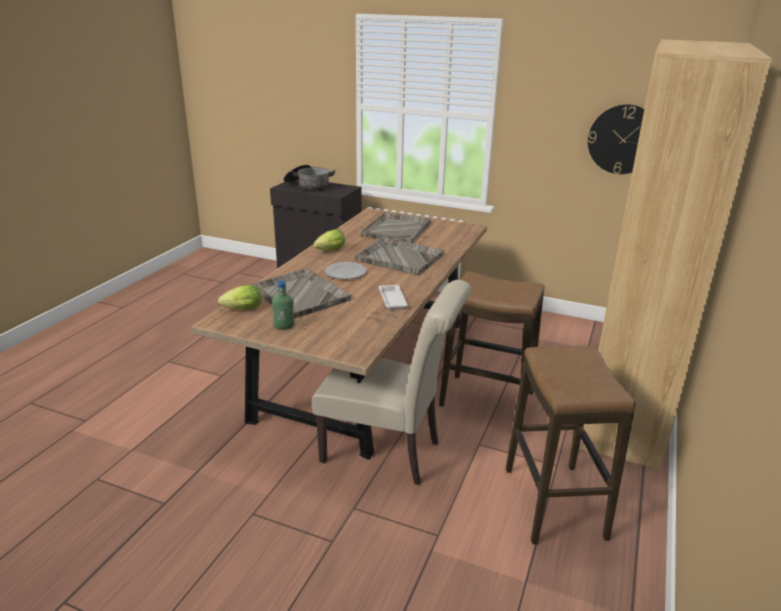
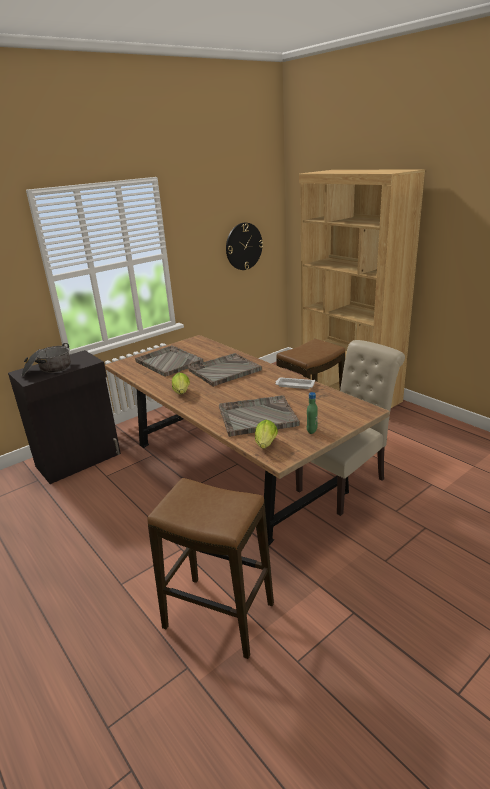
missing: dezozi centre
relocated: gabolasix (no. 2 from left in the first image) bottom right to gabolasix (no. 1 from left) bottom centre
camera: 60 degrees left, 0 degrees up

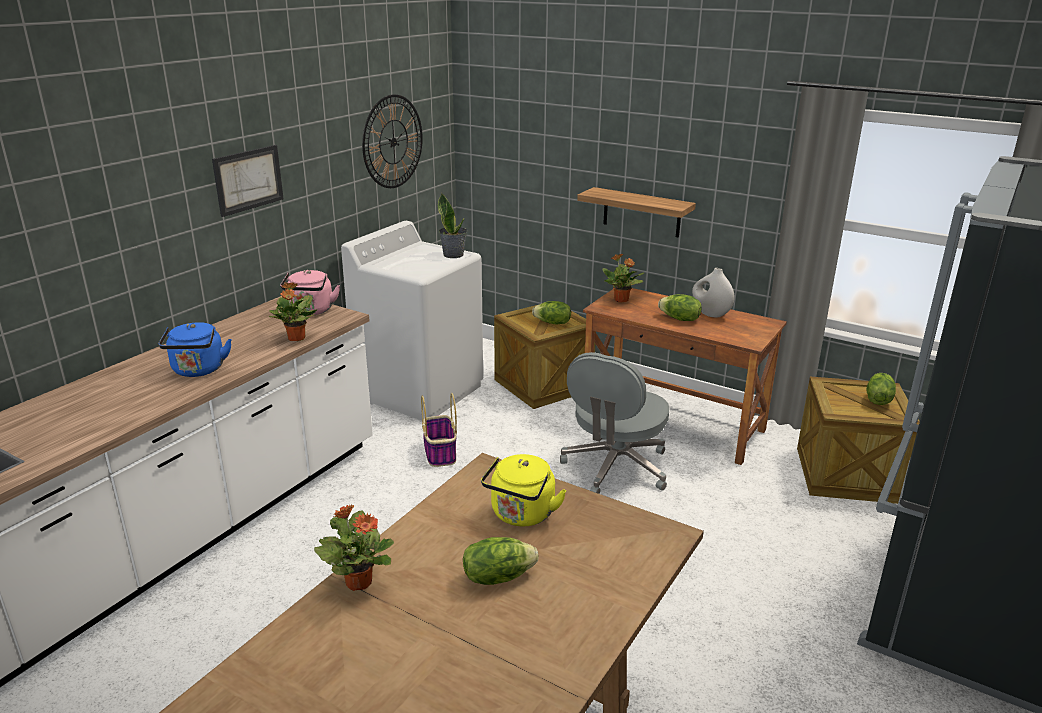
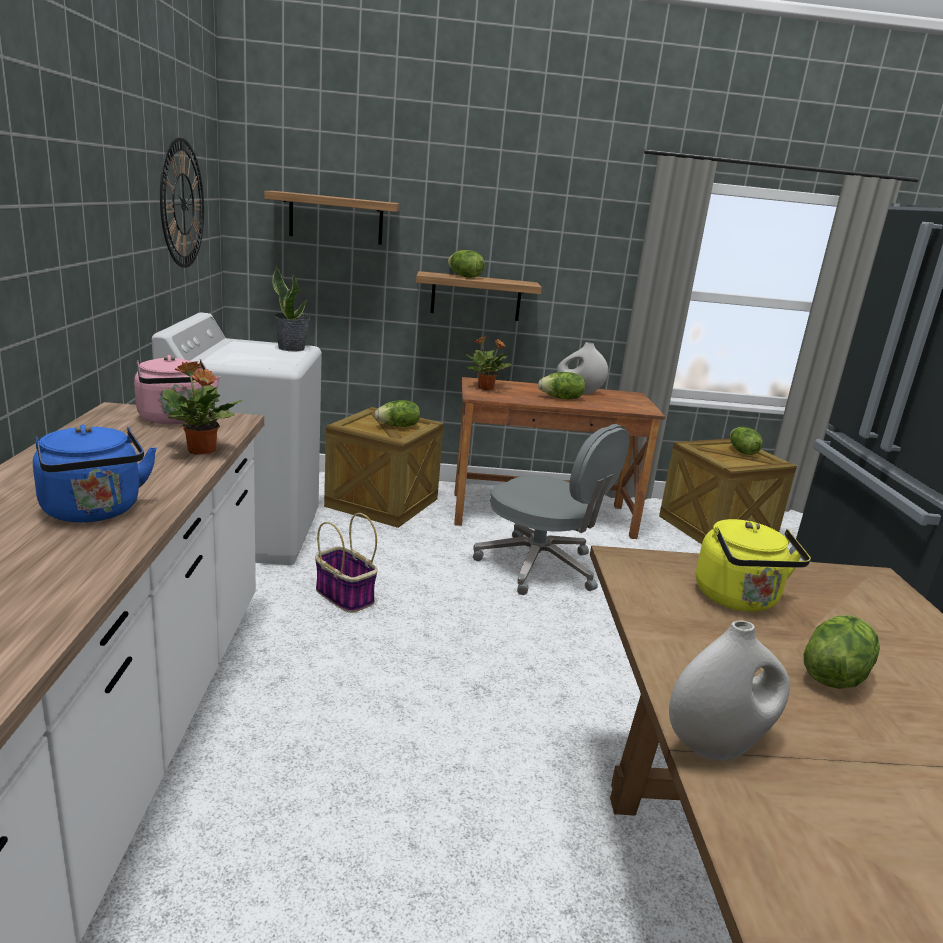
missing: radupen top left
appeared: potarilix (no. 1 from left) top centre; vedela (no. 2 from left) top centre
exchanged: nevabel (no. 2 from left) bottom centre to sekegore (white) (no. 2 from left) bottom right
spun: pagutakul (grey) centre = centre 45 degrees counterclockwise
camera: 35 degrees left, 5 degrees down

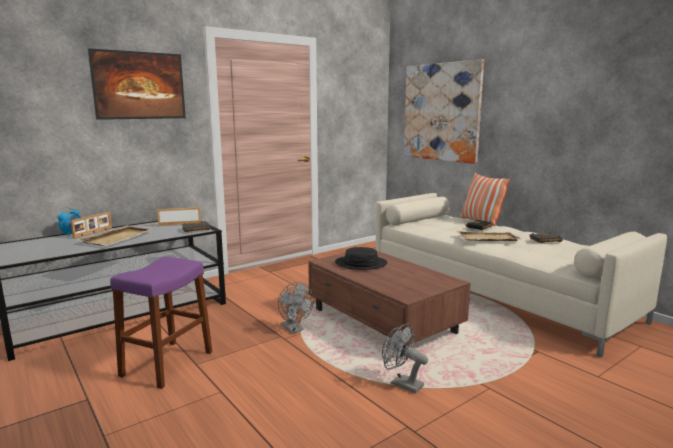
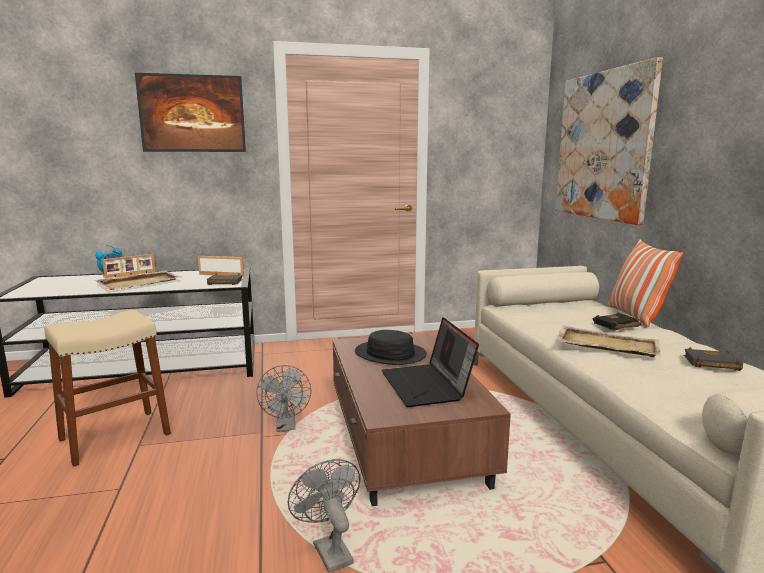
appeared: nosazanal centre
colour: gabolasix (purple) bottom left to gabolasix (beige) bottom left
camera: 25 degrees right, 0 degrees up

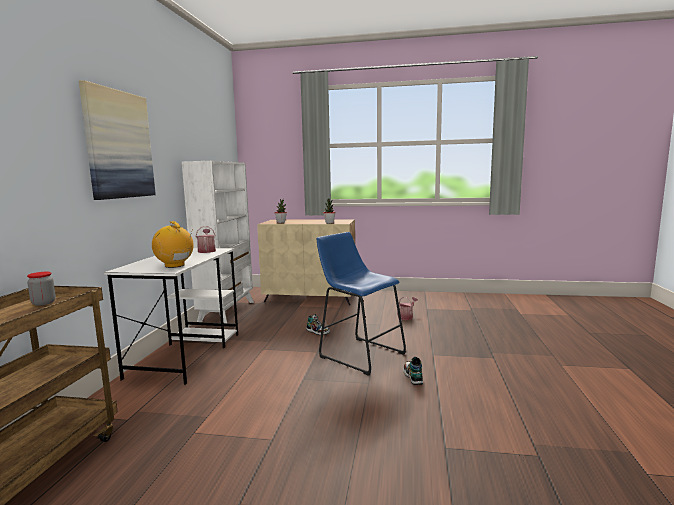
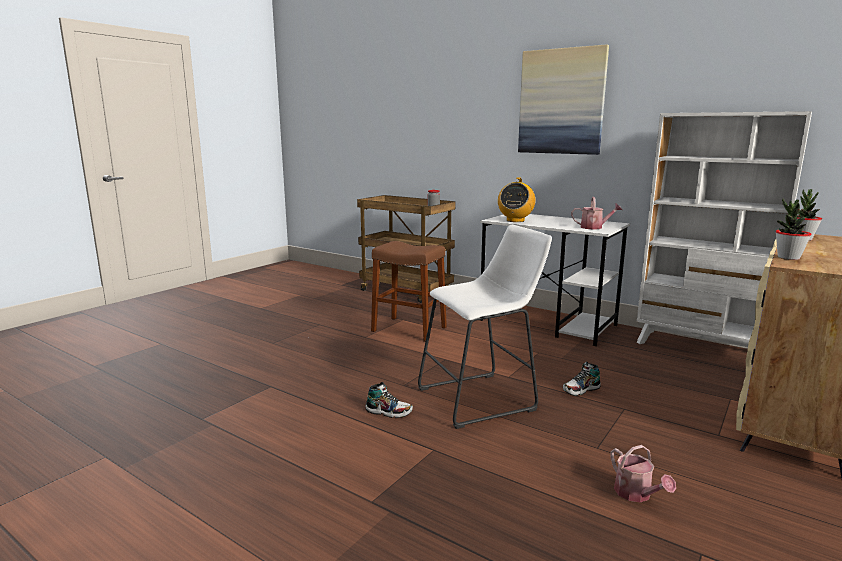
appeared: gabolasix (brown) centre
colour: gabolasix (blue) centre to gabolasix (white) centre
spun: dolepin middle left = centre 135 degrees clockwise
camera: 115 degrees right, 5 degrees up

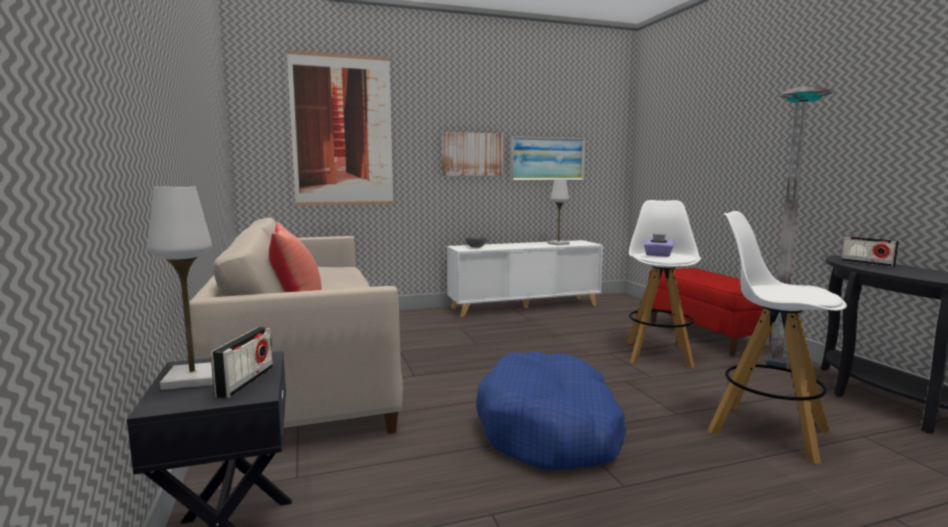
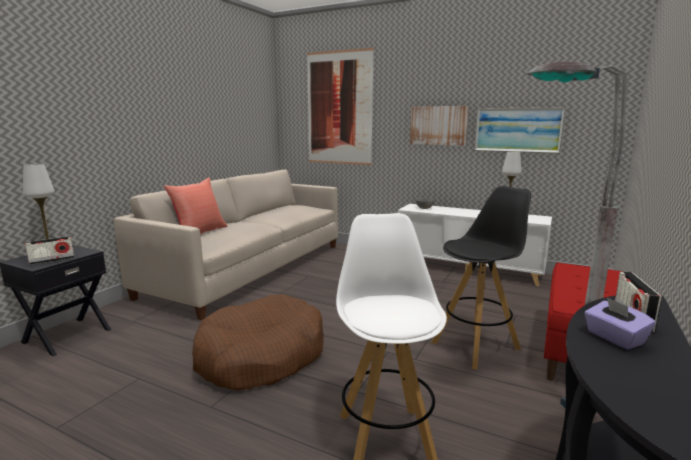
relocated: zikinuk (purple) middle right to bottom right
colour: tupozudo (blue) bottom centre to tupozudo (brown) bottom centre; gabolasix (white) (no. 1 from left) middle right to gabolasix (black) middle right
camera: 45 degrees right, 5 degrees up

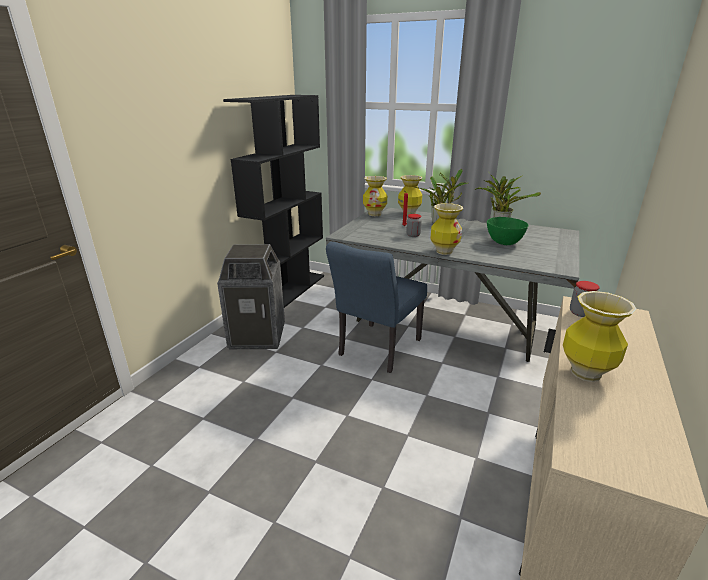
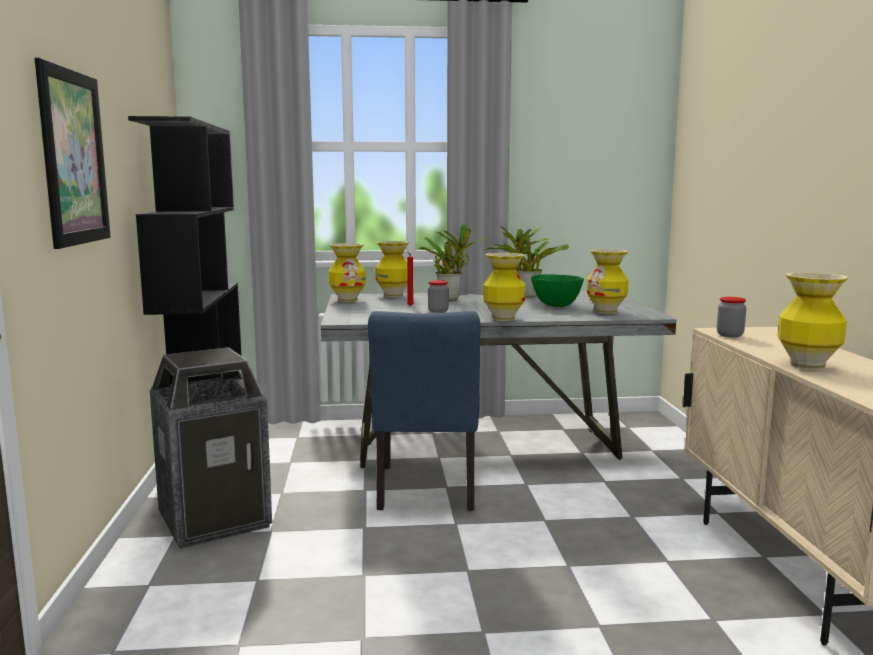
appeared: radupen top left; sekegore (no. 4 from left) middle right
camera: 30 degrees left, 15 degrees down

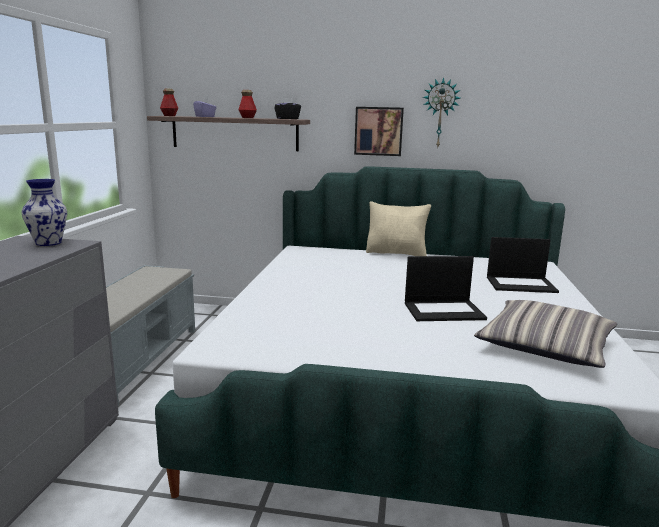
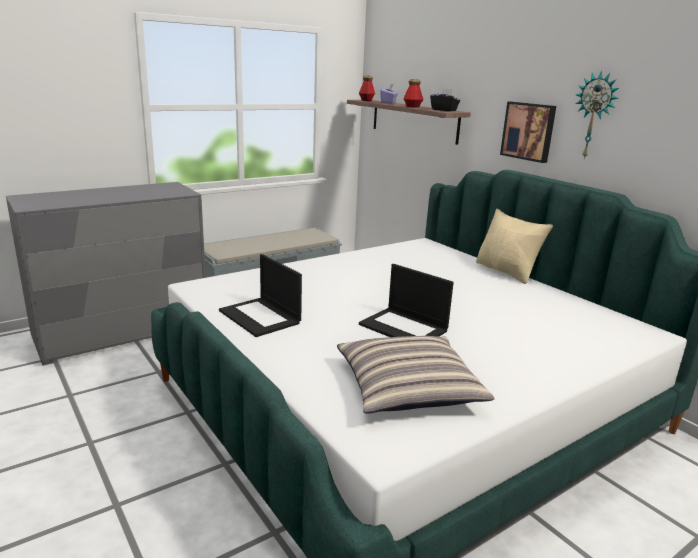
missing: sekegore middle left
relocated: nosazanal (no. 2 from left in the first image) middle right to nosazanal (no. 1 from left) centre
camera: 45 degrees right, 5 degrees up

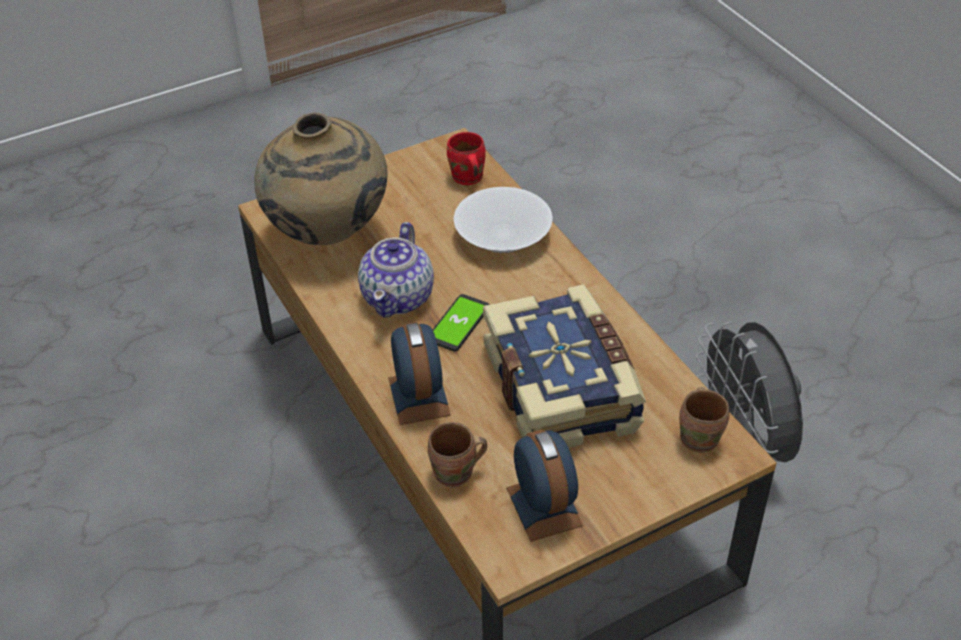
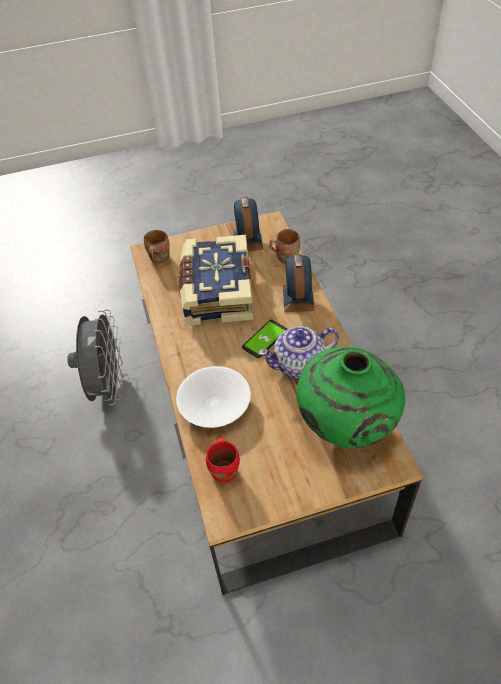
colour: sekegore (beige) top left to sekegore (green) middle right
spun: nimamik centre = centre 135 degrees counterclockwise
camera: 165 degrees left, 5 degrees up

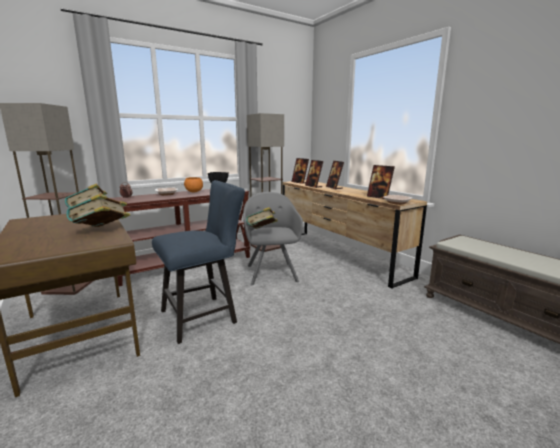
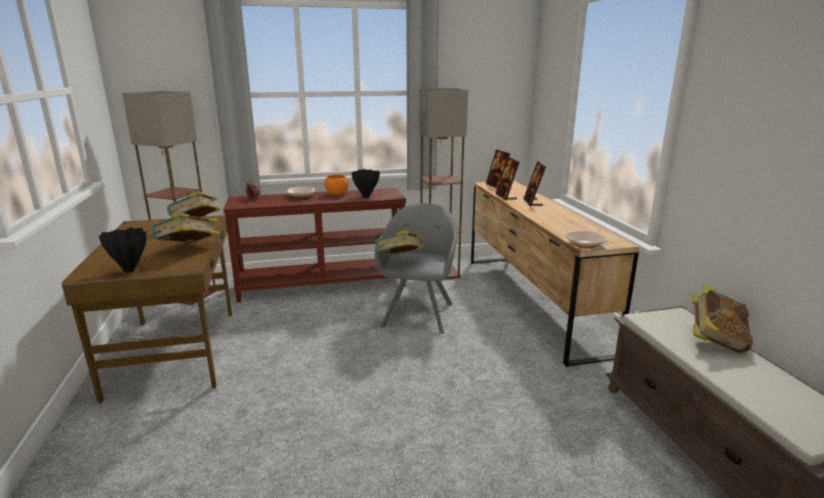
missing: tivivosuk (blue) centre; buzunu (no. 4 from left) middle right
appeared: sekegore (black) (no. 1 from left) middle left; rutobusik (no. 4 from left) middle right
camera: 20 degrees right, 5 degrees up

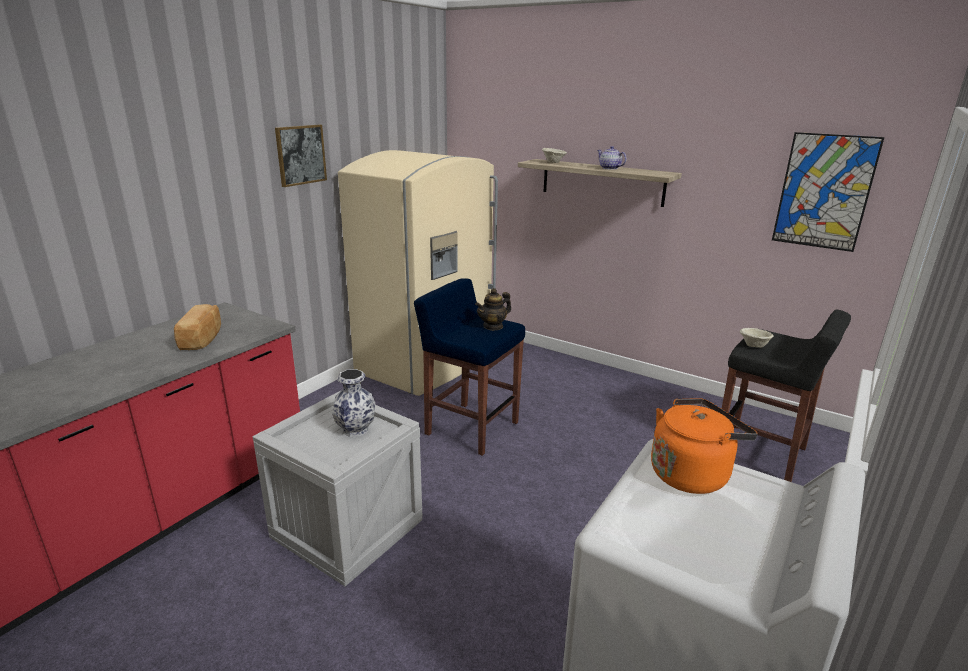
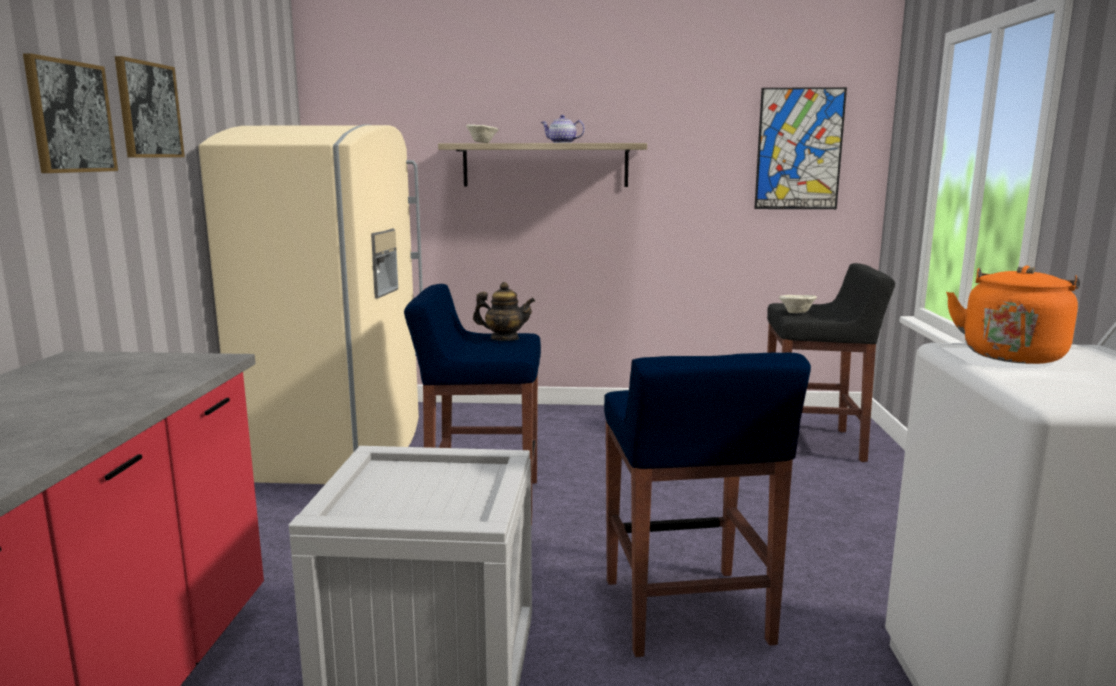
missing: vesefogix middle left; sekegore centre
appeared: radupen (no. 1 from left) top left; gabolasix (blue) (no. 2 from left) bottom centre
spun: nimamik (no. 1 from left) centre = centre 105 degrees counterclockwise
camera: 30 degrees left, 10 degrees down

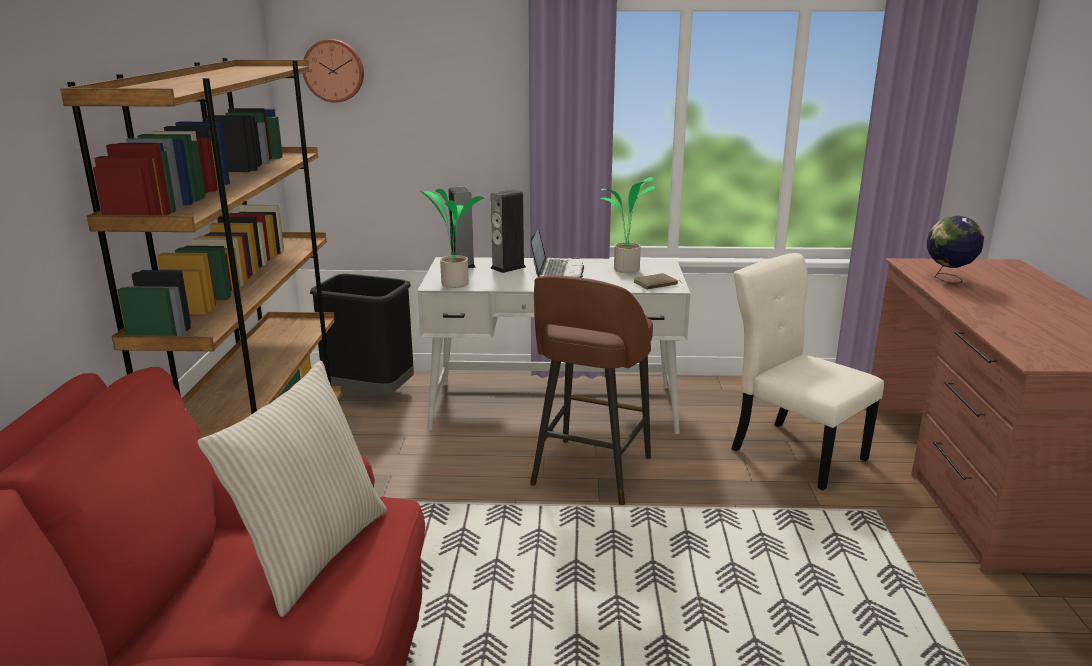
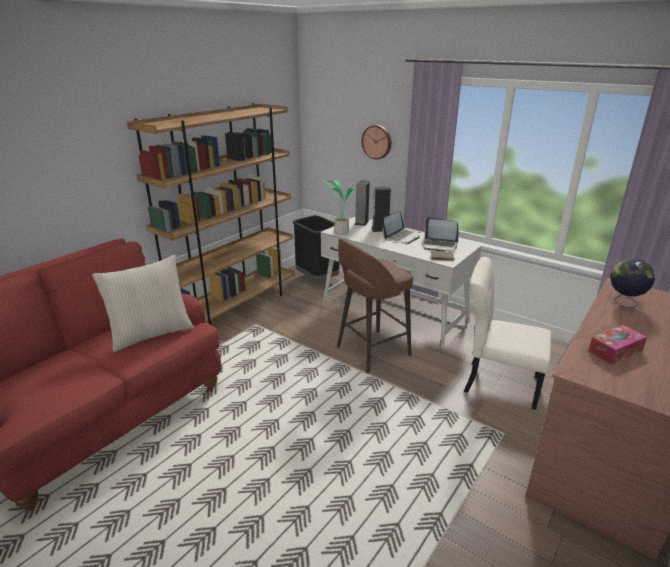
appeared: zikinuk middle right
relocated: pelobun top left to top centre
exchanged: nevabel (no. 2 from left) centre to nosazanal (no. 2 from left) centre
spun: tivivosuk (beige) middle right = middle right 60 degrees counterclockwise
camera: 35 degrees right, 5 degrees up

